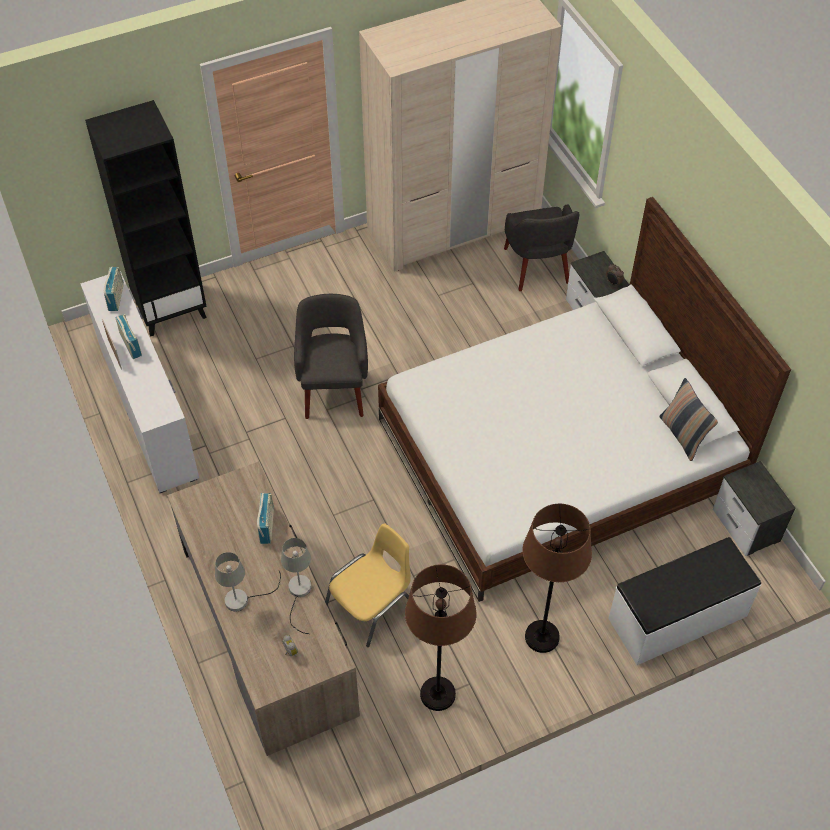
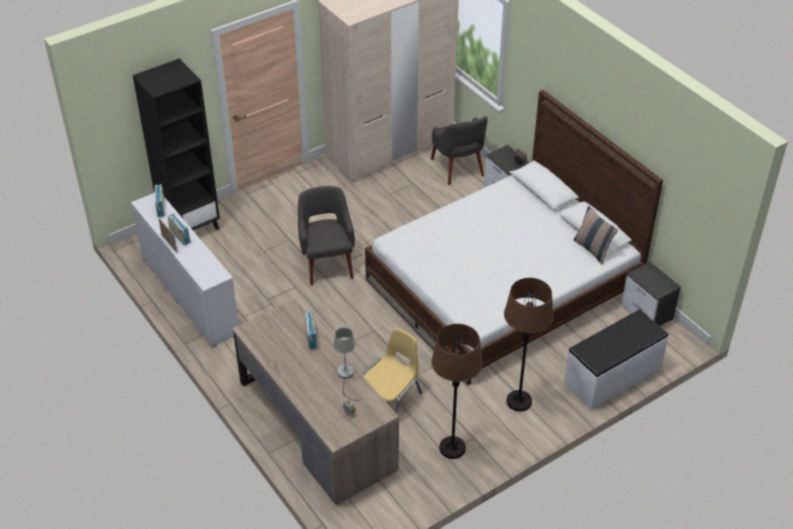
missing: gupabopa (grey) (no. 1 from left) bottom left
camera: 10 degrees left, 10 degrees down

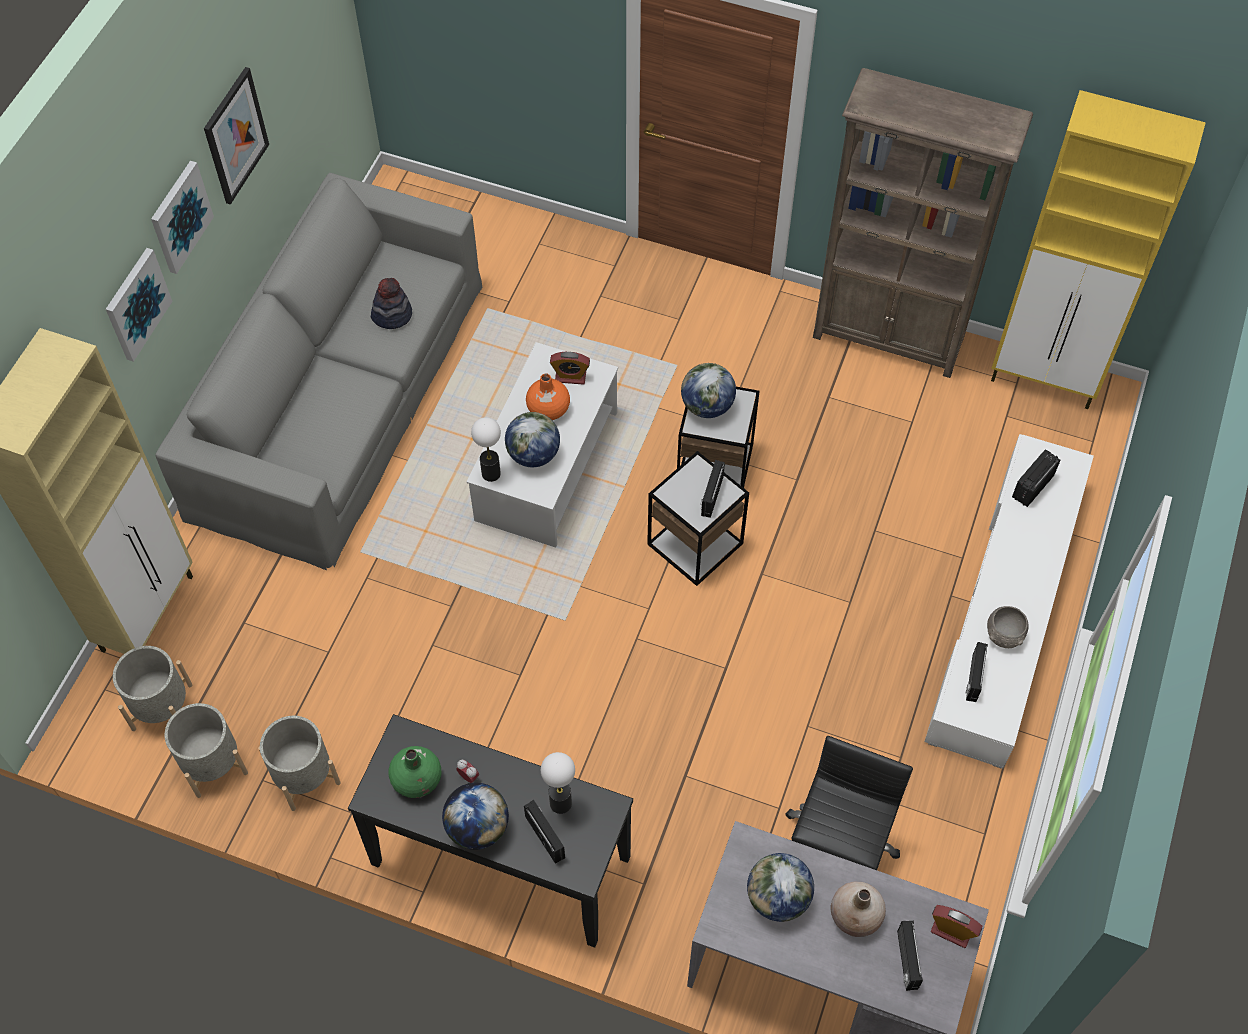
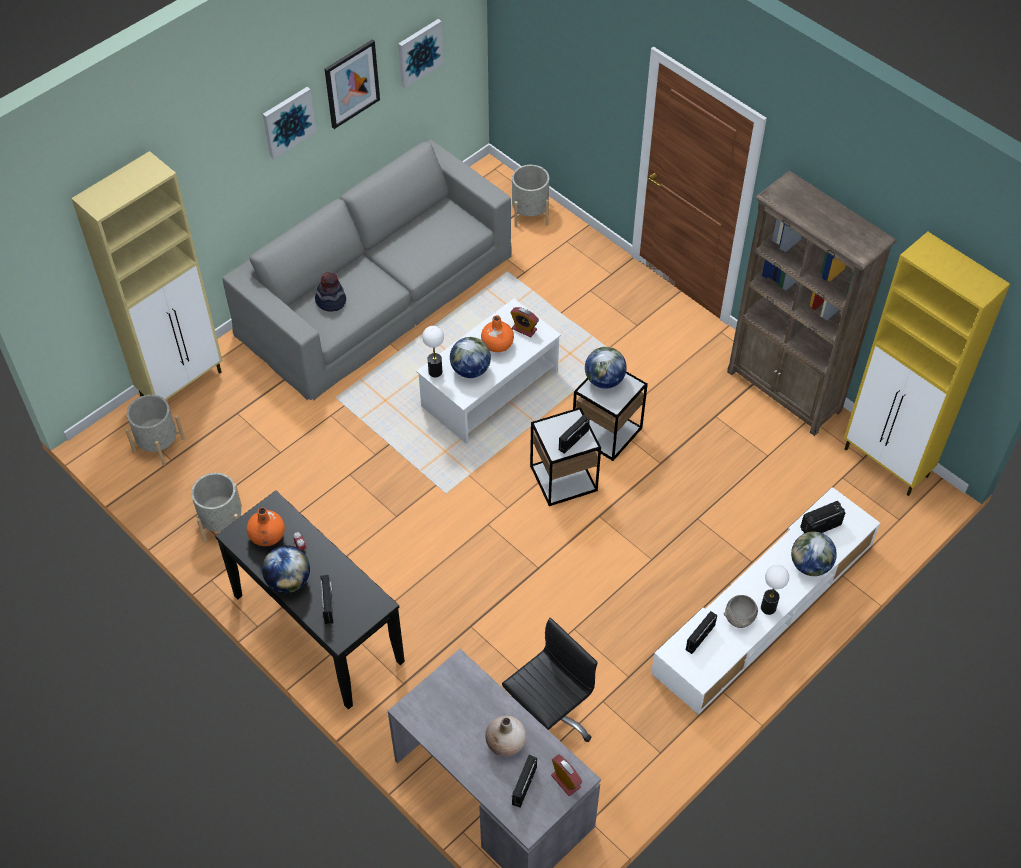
relocated: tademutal top left to middle left; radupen (no. 1 from left in the first image) top left to radupen (no. 3 from left) top centre; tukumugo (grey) (no. 2 from left in the first image) bottom left to tukumugo (grey) (no. 3 from left) top centre; gupabopa (no. 2 from left) bottom centre to bottom right; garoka (no. 4 from left) bottom centre to middle right
colour: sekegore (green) bottom left to sekegore (orange) (no. 1 from left) middle left
camera: 25 degrees right, 5 degrees down

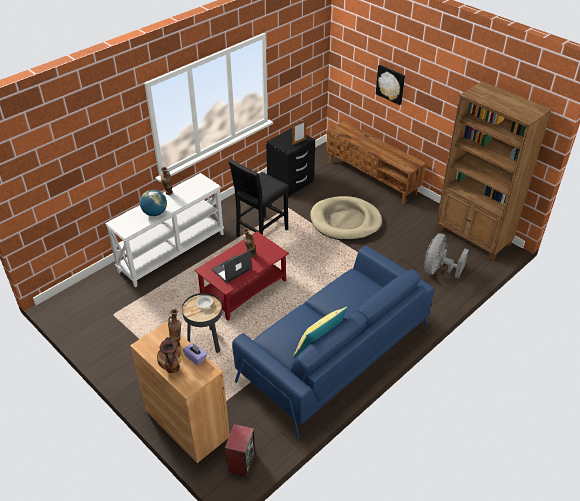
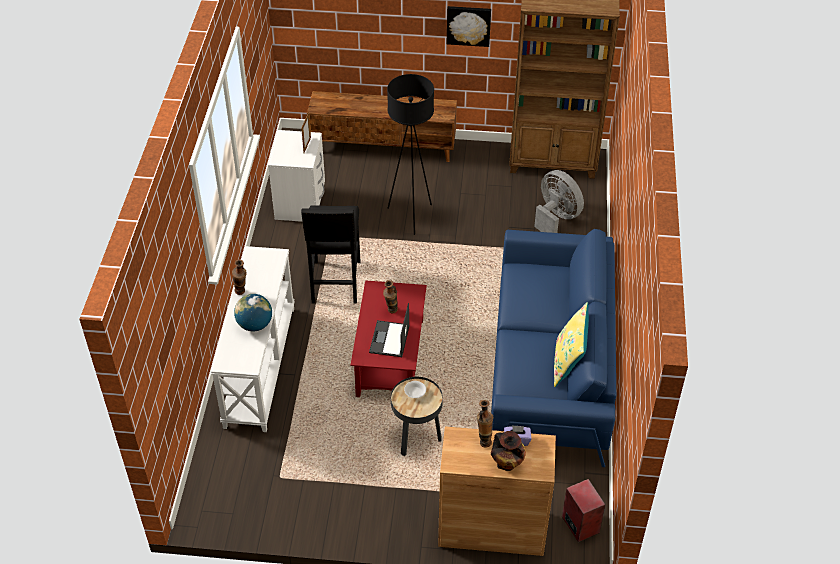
relocated: radupen top right to top centre
exchanged: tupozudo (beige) centre to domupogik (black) top centre
colour: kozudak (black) top centre to kozudak (white) top centre
spun: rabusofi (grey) middle right = centre 150 degrees clockwise
camera: 40 degrees left, 5 degrees up

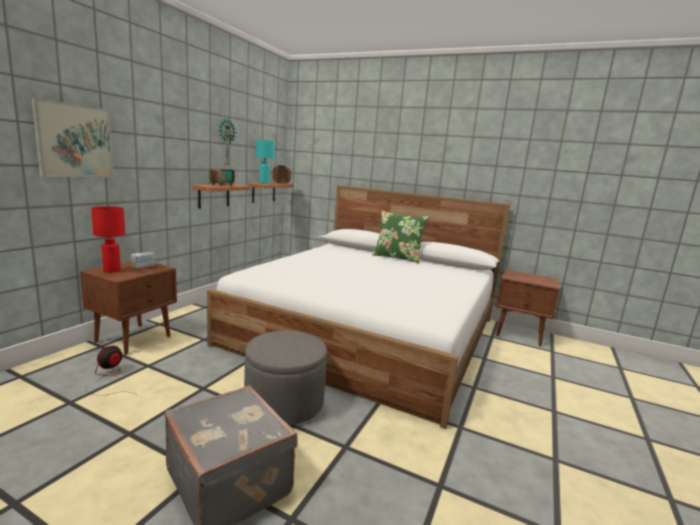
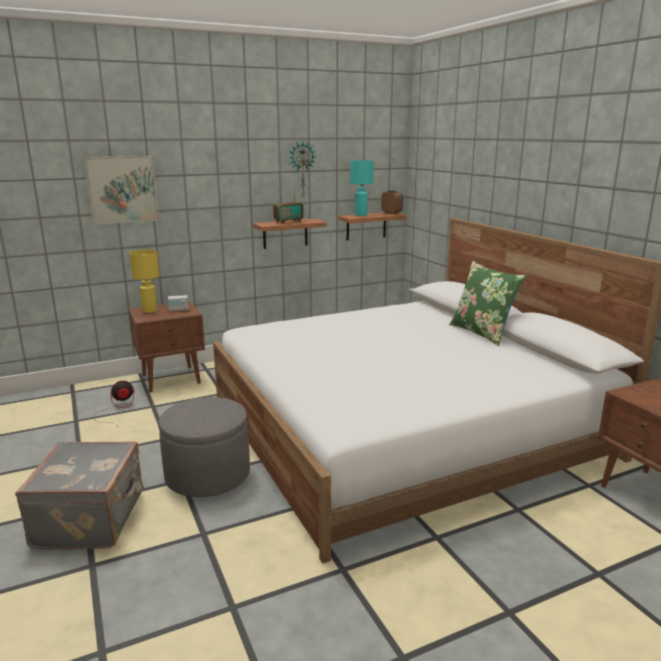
colour: gupabopa (red) middle left to gupabopa (yellow) middle left
camera: 40 degrees right, 5 degrees up

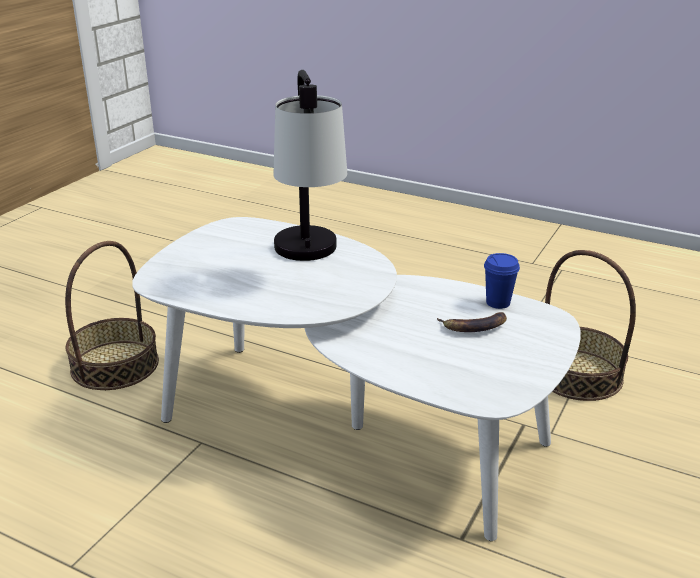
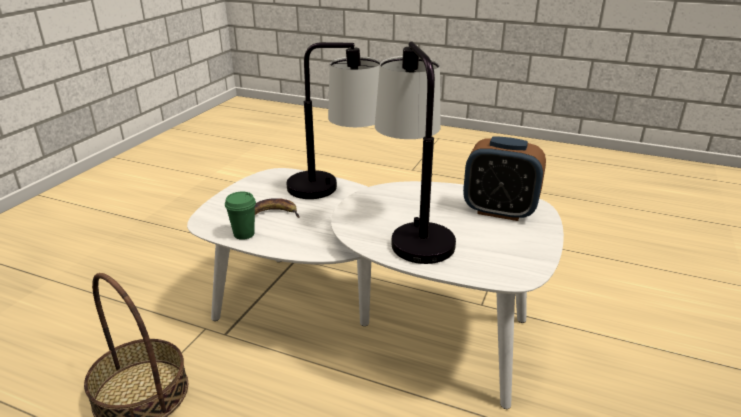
missing: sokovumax (no. 1 from left) middle left
appeared: gupabopa (no. 1 from left) top centre; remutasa middle right
colour: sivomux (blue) middle right to sivomux (green) middle left
camera: 175 degrees right, 0 degrees up

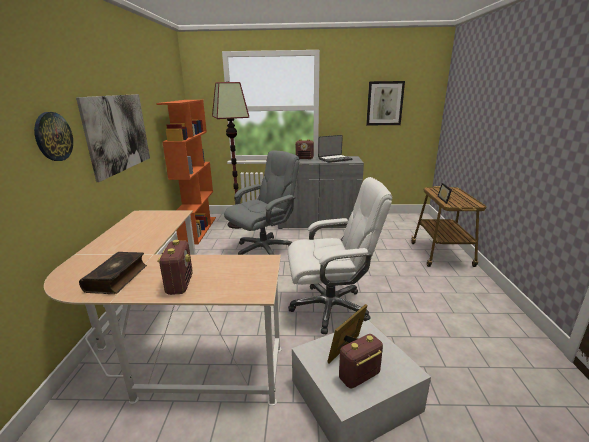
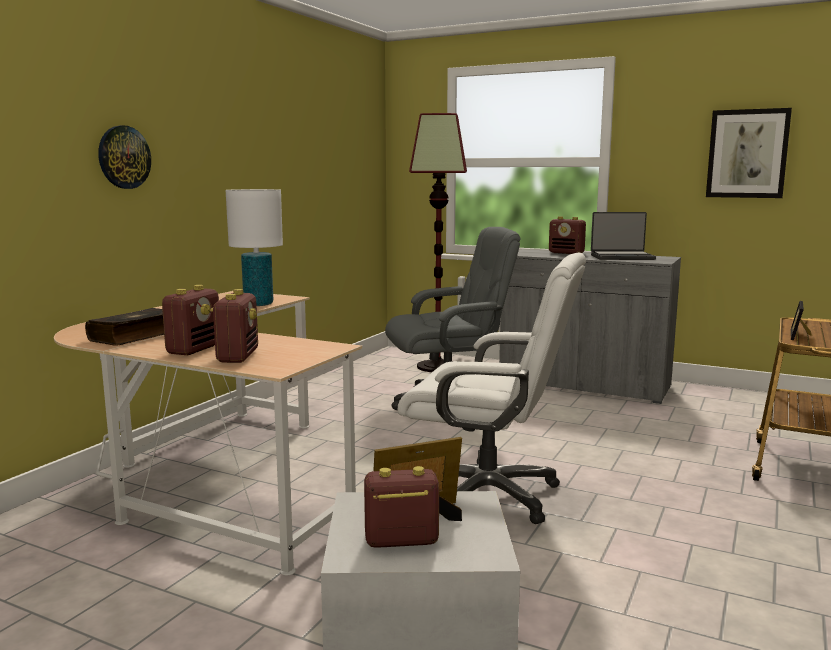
missing: radupen (no. 1 from left) top left; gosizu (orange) middle left
appeared: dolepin (no. 2 from left) middle left; gupabopa (white) middle left
camera: 25 degrees right, 10 degrees down

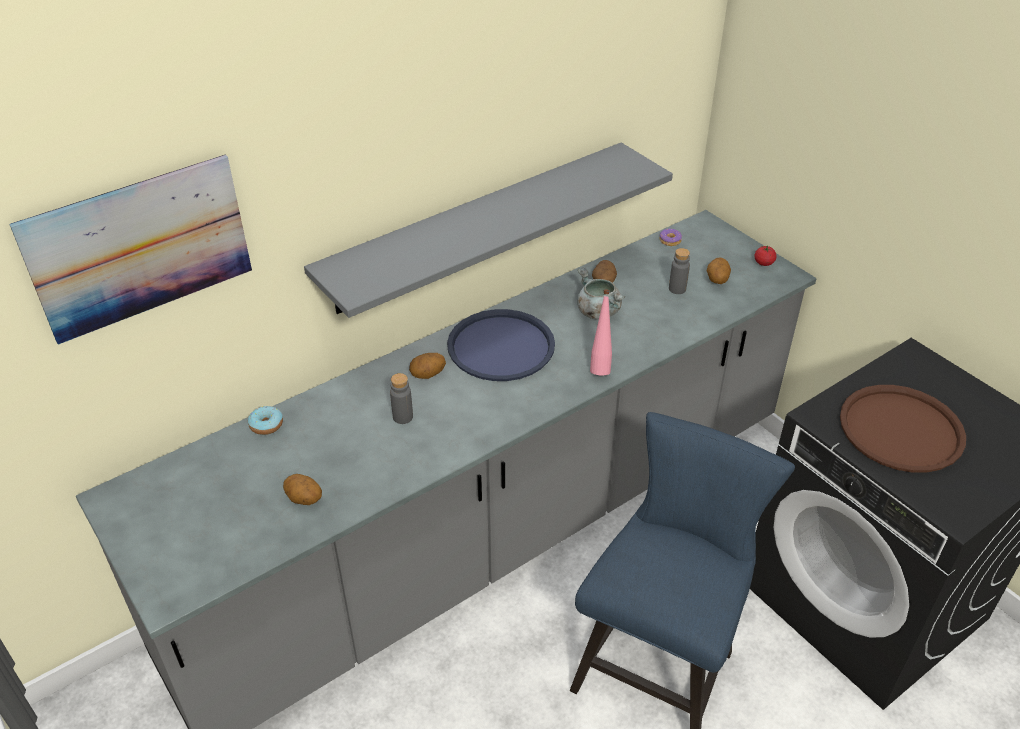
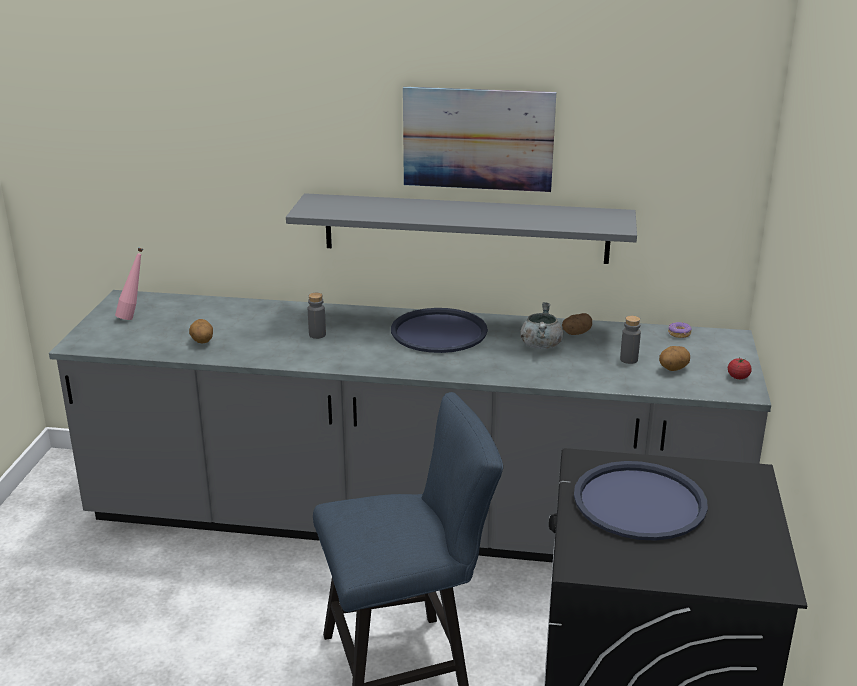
missing: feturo (no. 1 from left) middle left; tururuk (no. 2 from left) centre
relocated: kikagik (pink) centre to middle left; radupen middle left to top centre
colour: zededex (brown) middle right to zededex (blue) (no. 2 from left) bottom right
camera: 45 degrees right, 15 degrees down

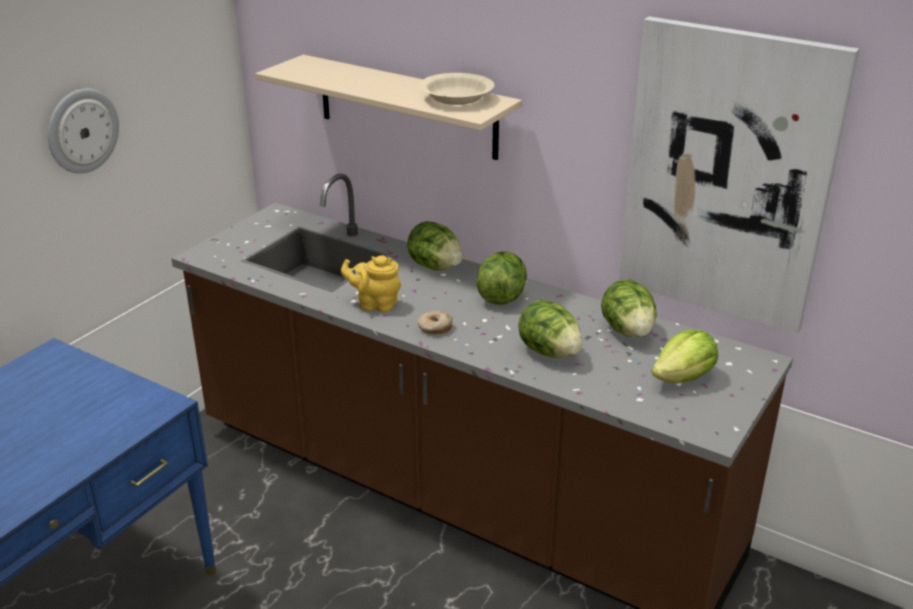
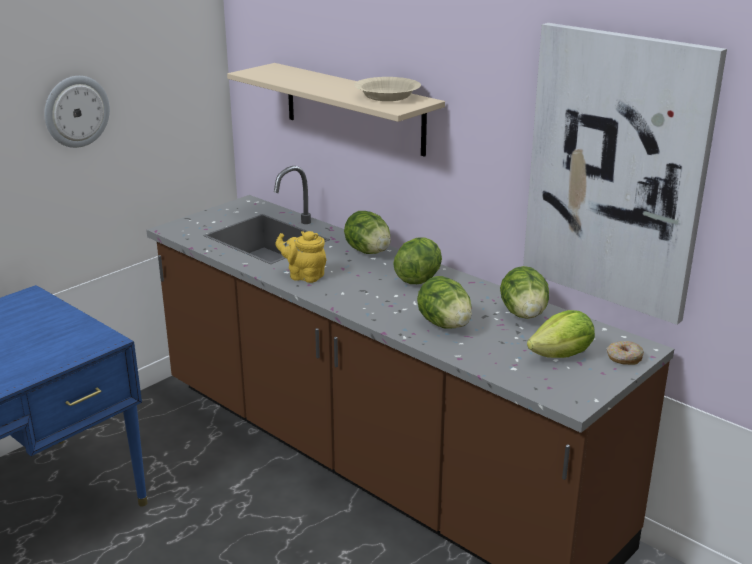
relocated: feturo centre to middle right
camera: 10 degrees right, 5 degrees down

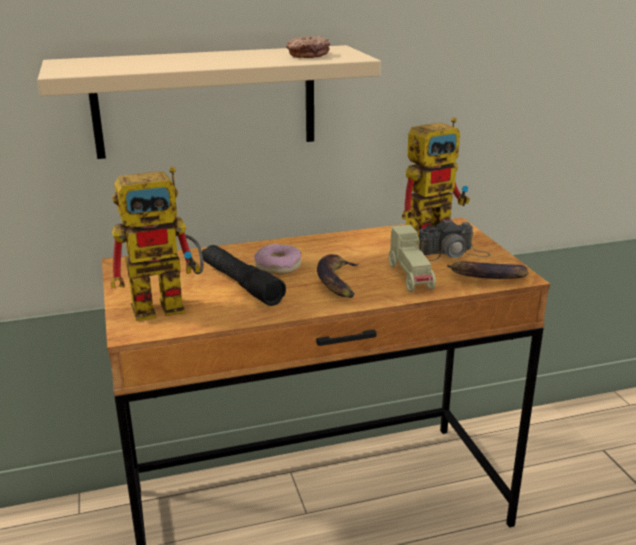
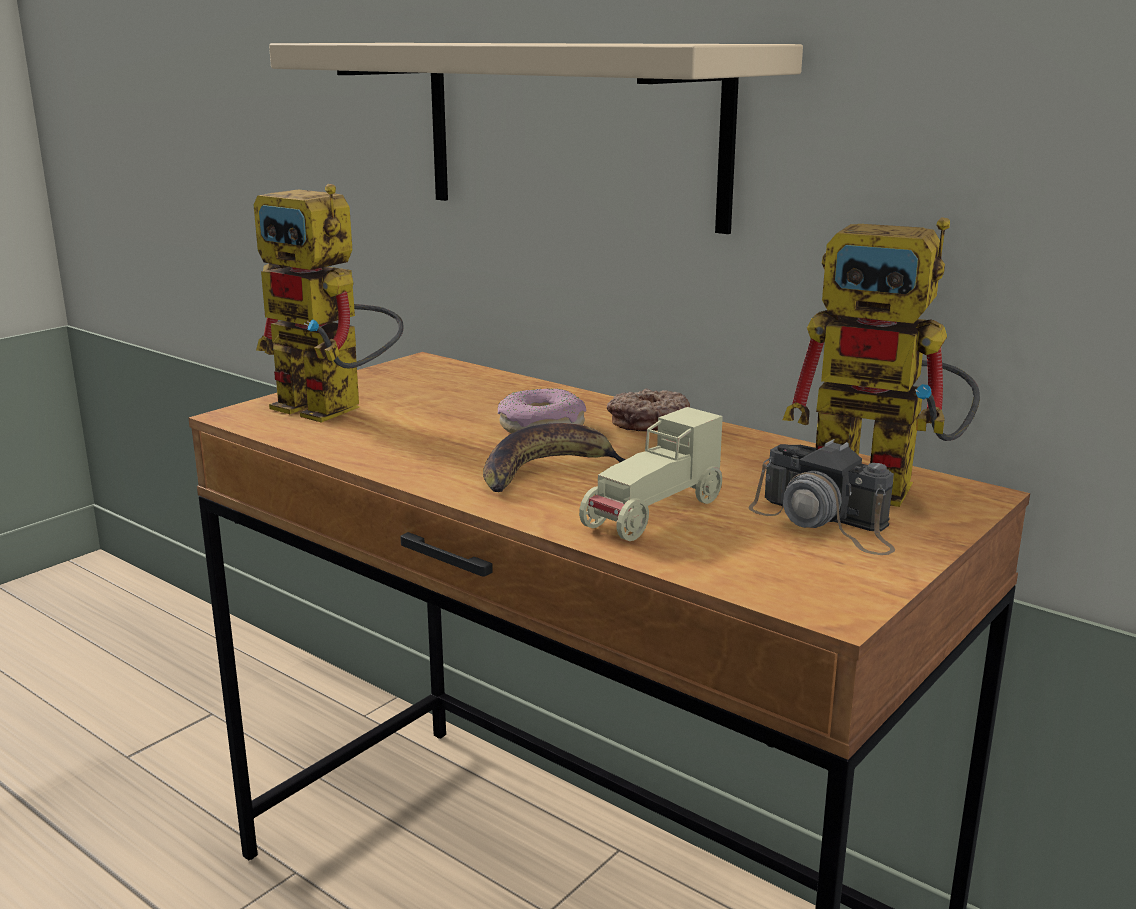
missing: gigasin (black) centre; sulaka (no. 2 from left) middle right
relocated: feturo (no. 2 from left) top centre to centre
camera: 55 degrees right, 5 degrees down

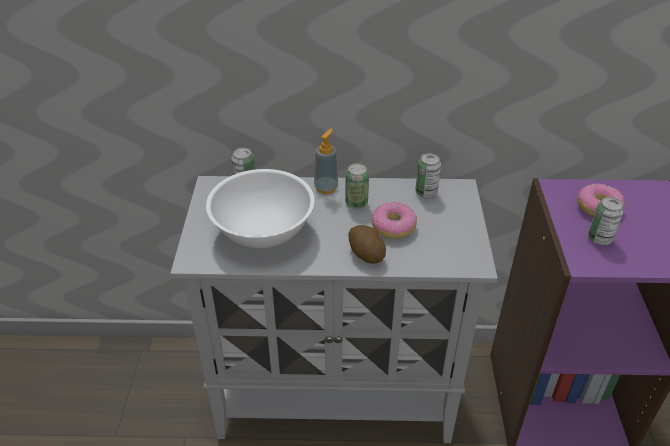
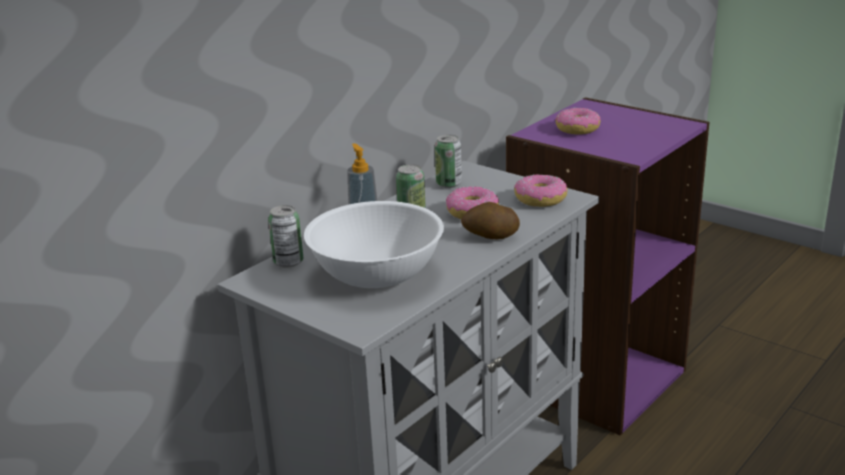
missing: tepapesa (no. 4 from left) middle right
appeared: feturo (no. 2 from left) centre
camera: 50 degrees left, 15 degrees down

